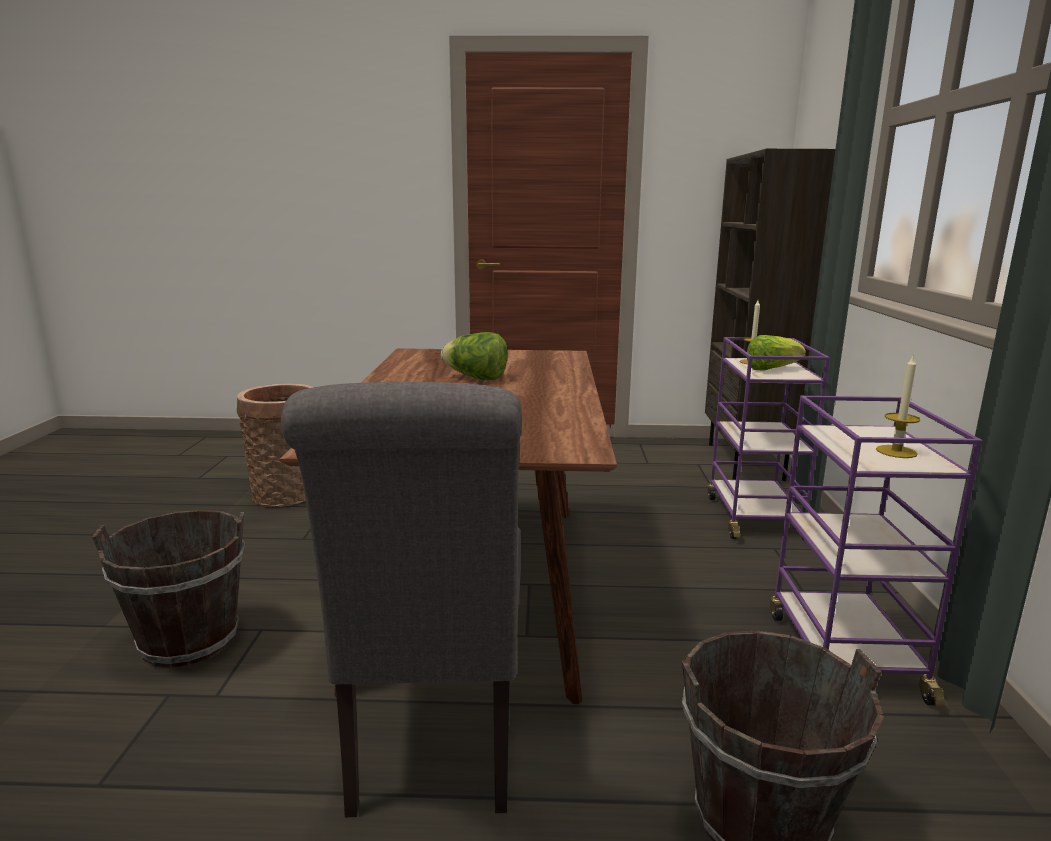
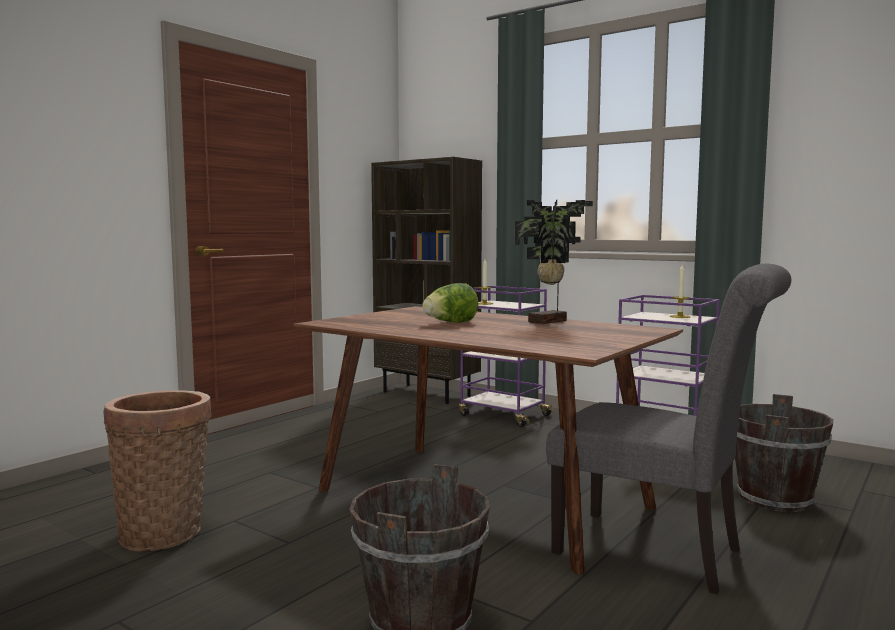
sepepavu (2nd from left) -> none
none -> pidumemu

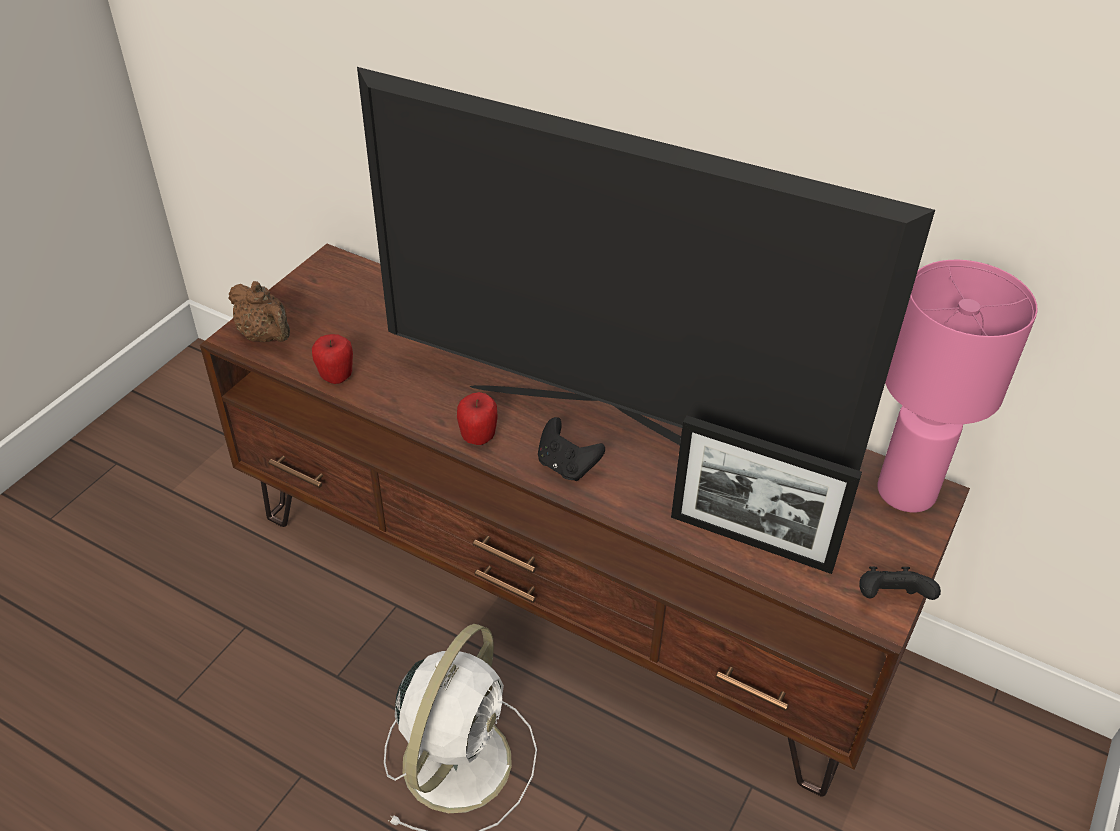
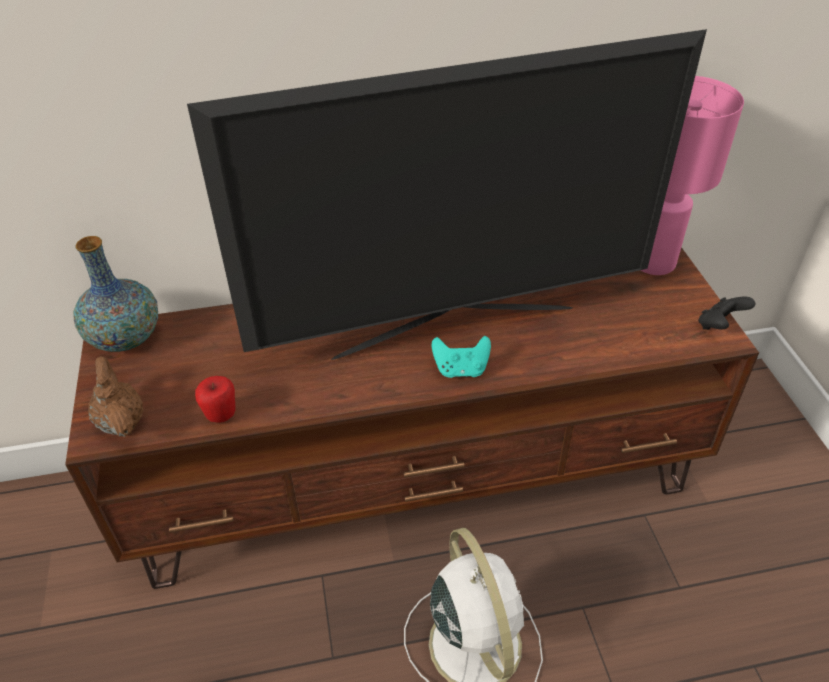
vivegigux (2nd from left) -> none
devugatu -> none
none -> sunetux
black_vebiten (1st from left) -> turquoise_vebiten
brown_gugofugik, 120 degrees counterclockwise

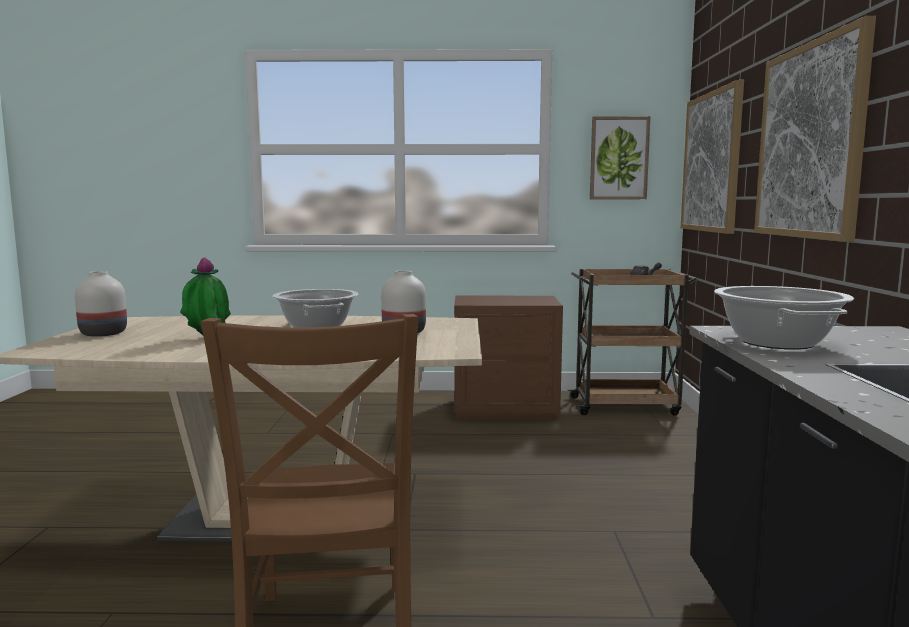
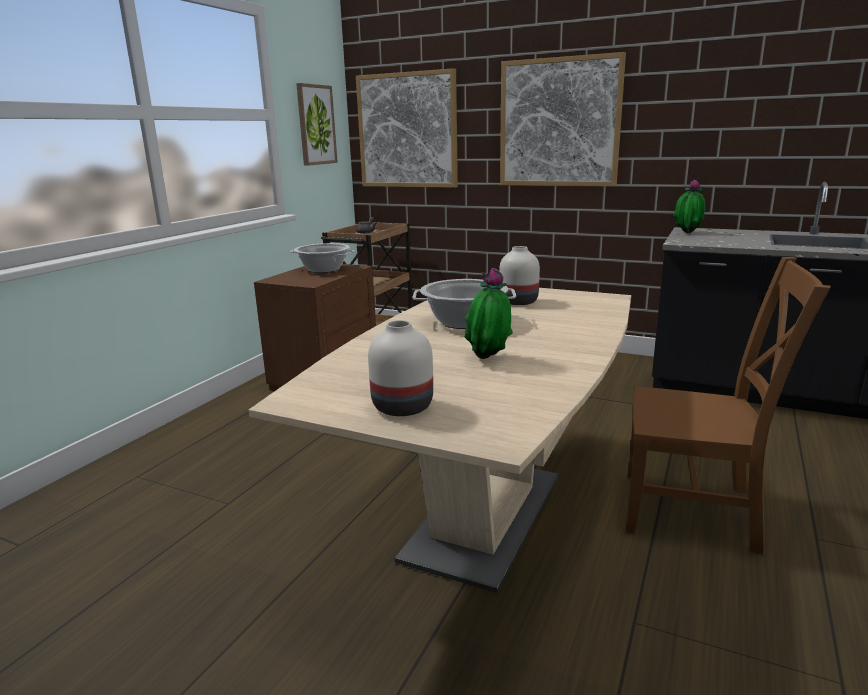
none -> pidumemu (2nd from left)
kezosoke (2nd from left in the first image) -> kezosoke (1st from left), moved

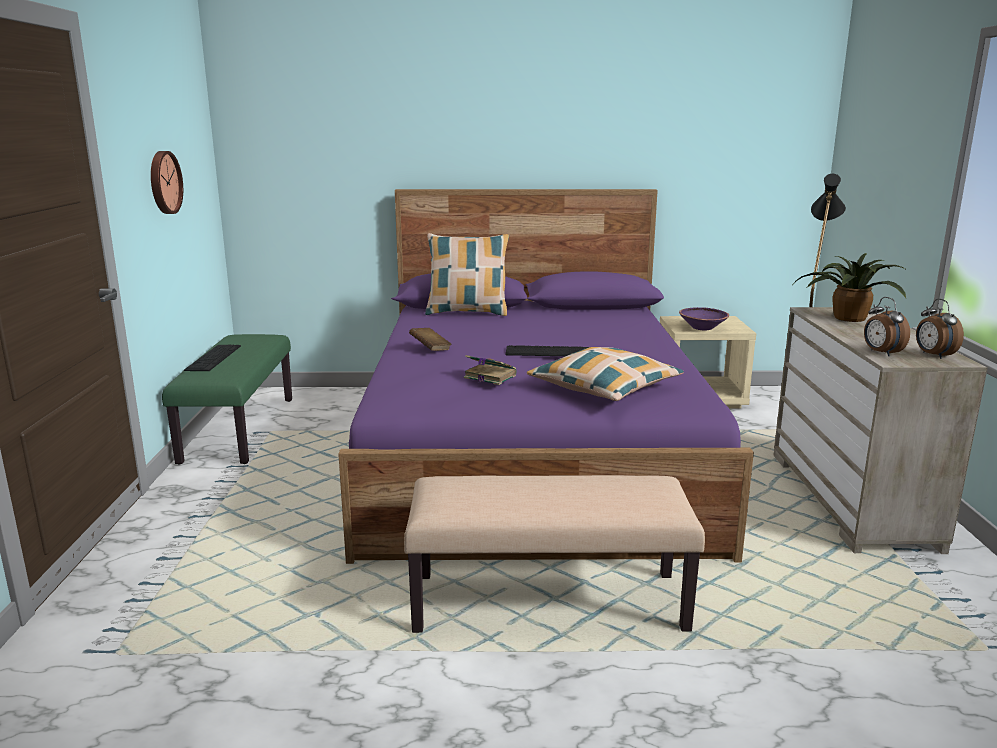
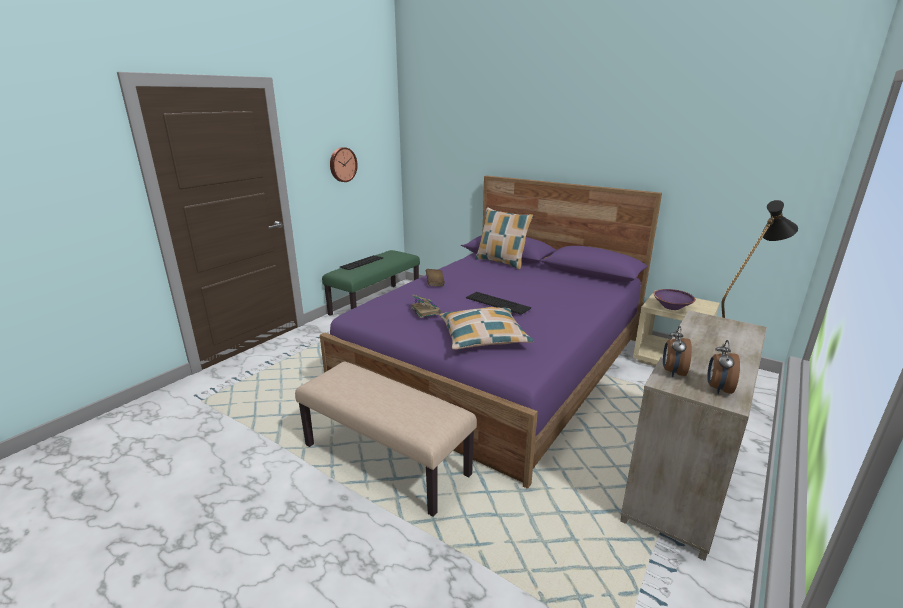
pidumemu -> none

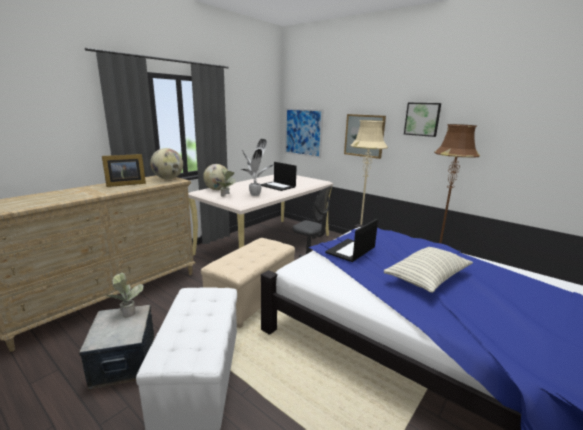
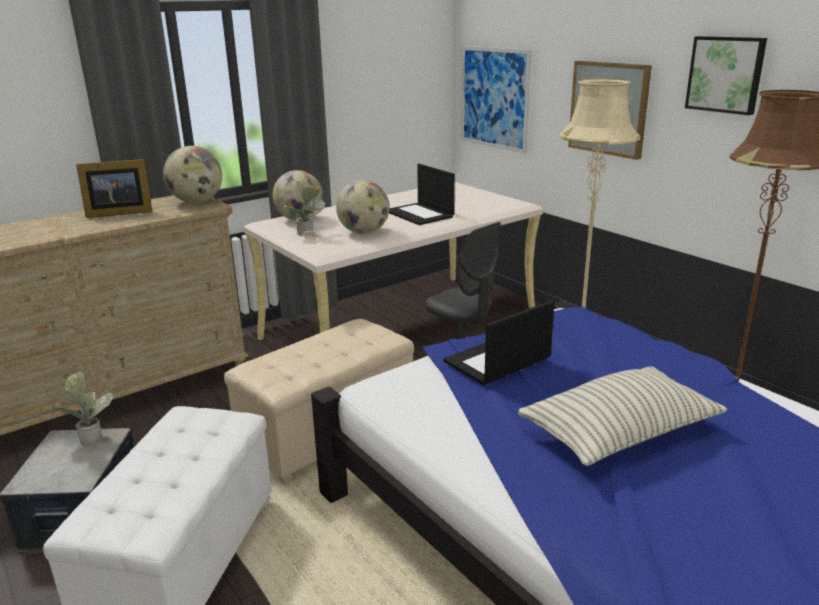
pidumemu (3rd from left) -> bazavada (3rd from left)

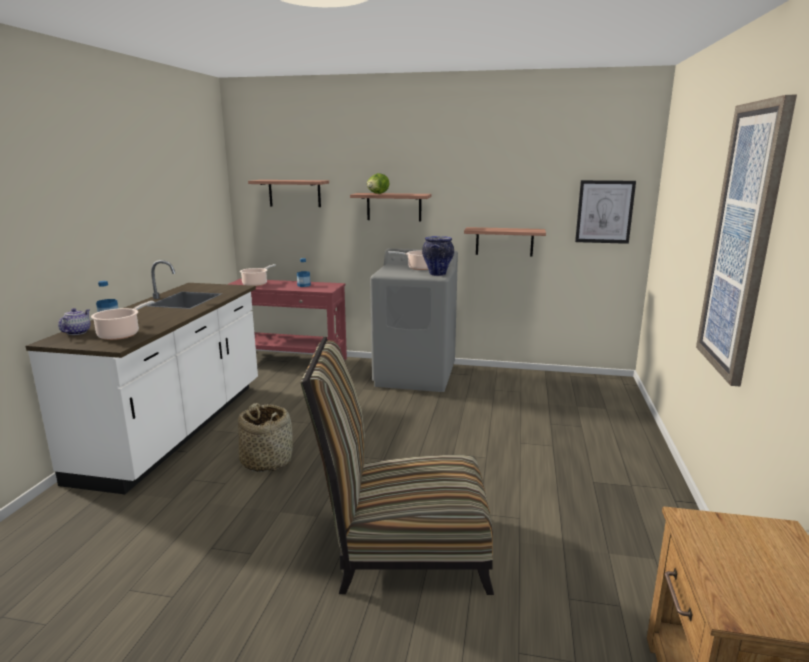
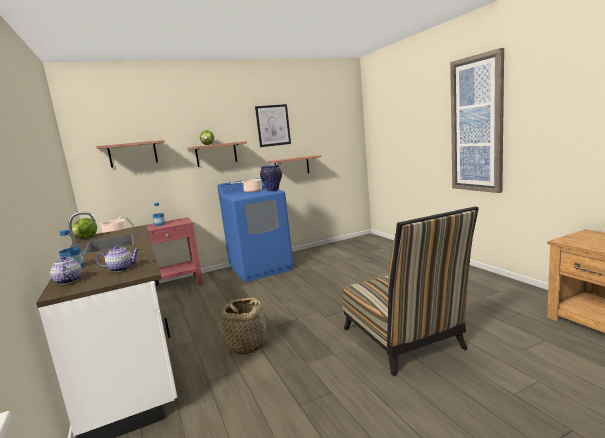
none -> sepepavu (1st from left)
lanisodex (1st from left), moved
kezosoke (1st from left) -> gugofugik (2nd from left)
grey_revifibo -> blue_revifibo
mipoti, 75 degrees counterclockwise

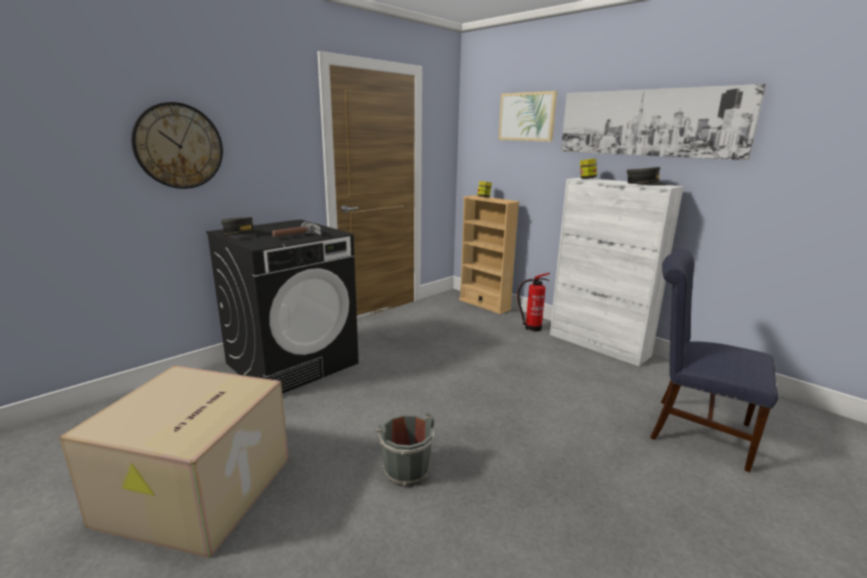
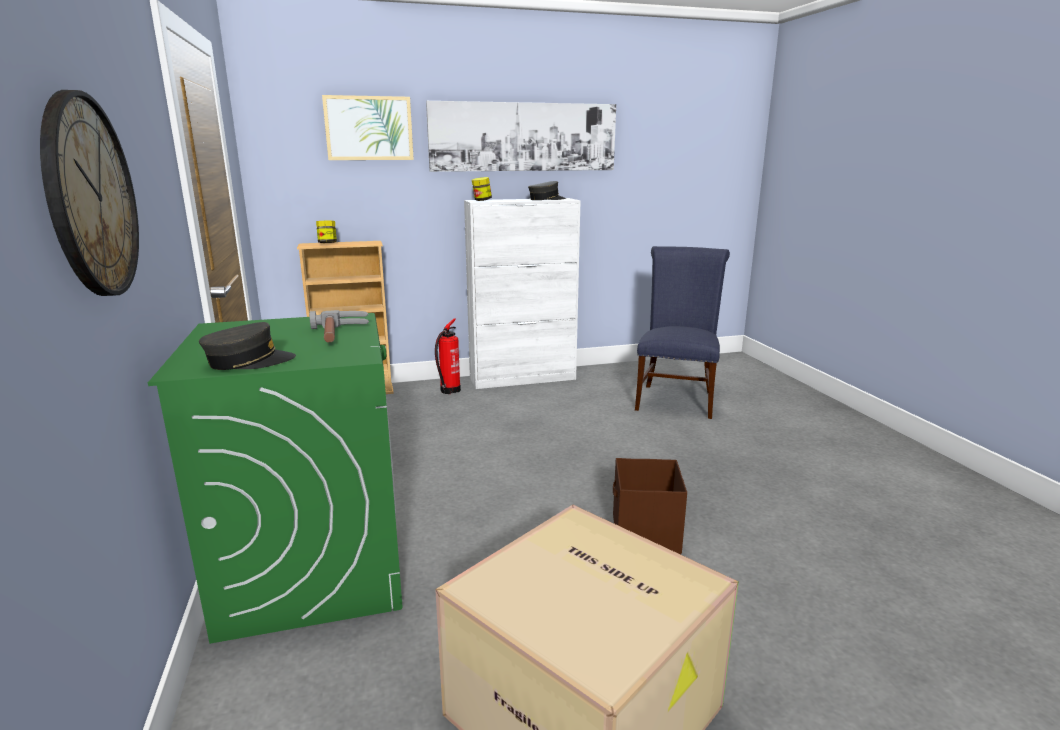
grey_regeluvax -> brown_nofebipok
black_revifibo -> green_revifibo
blue_mipoti, 135 degrees clockwise

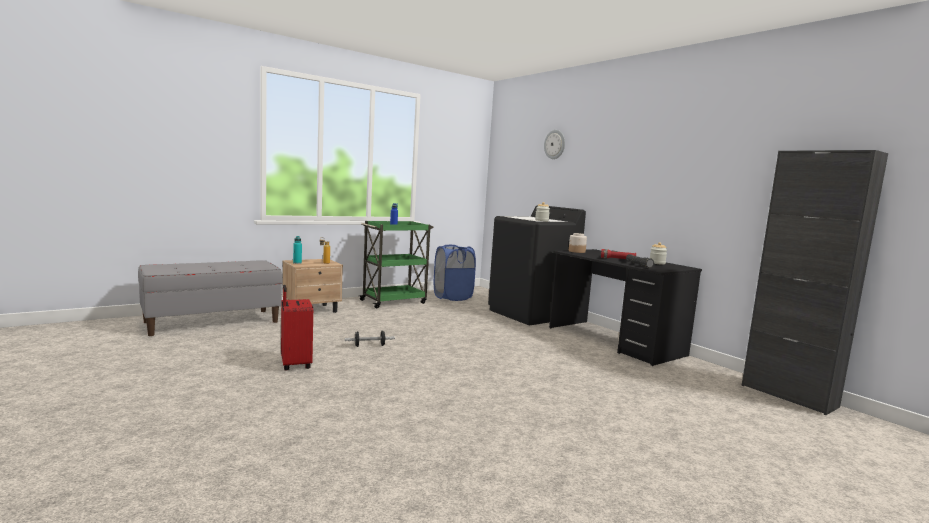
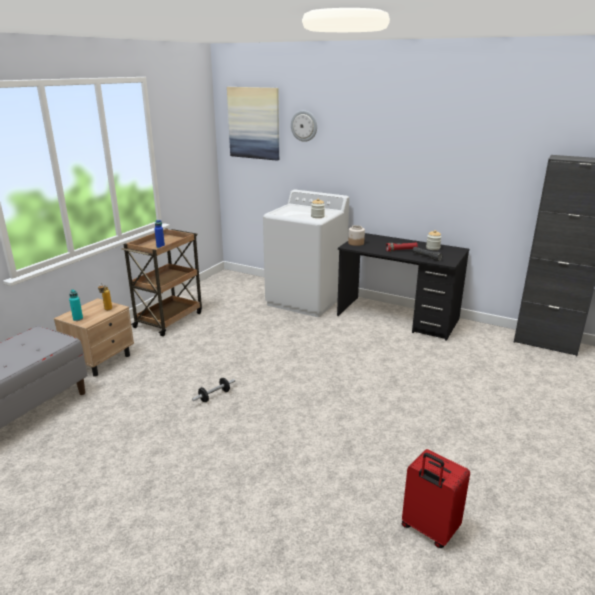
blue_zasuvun -> none
none -> lanisodex
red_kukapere, moved
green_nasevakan -> brown_nasevakan
black_revifibo -> white_revifibo

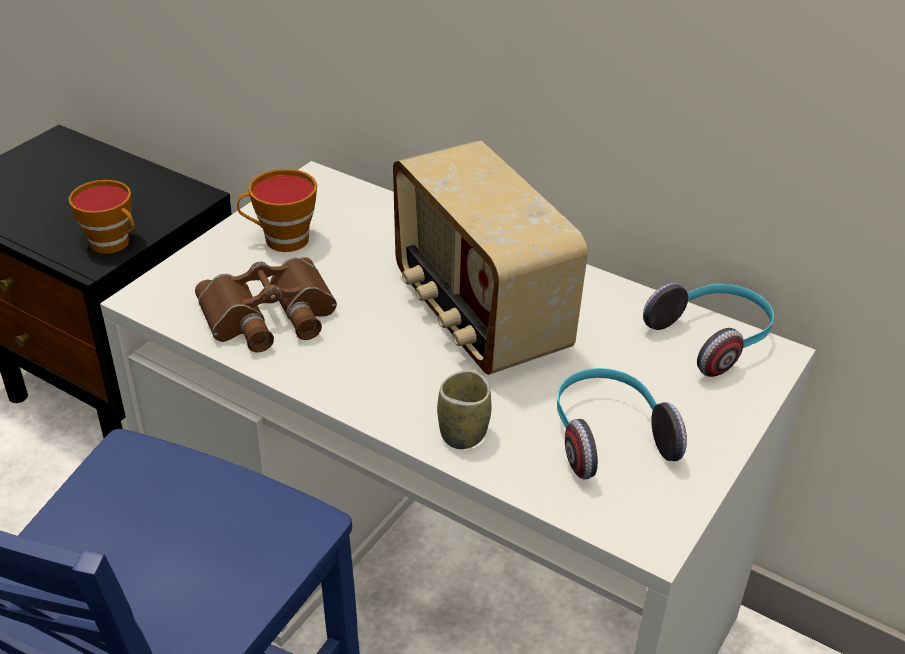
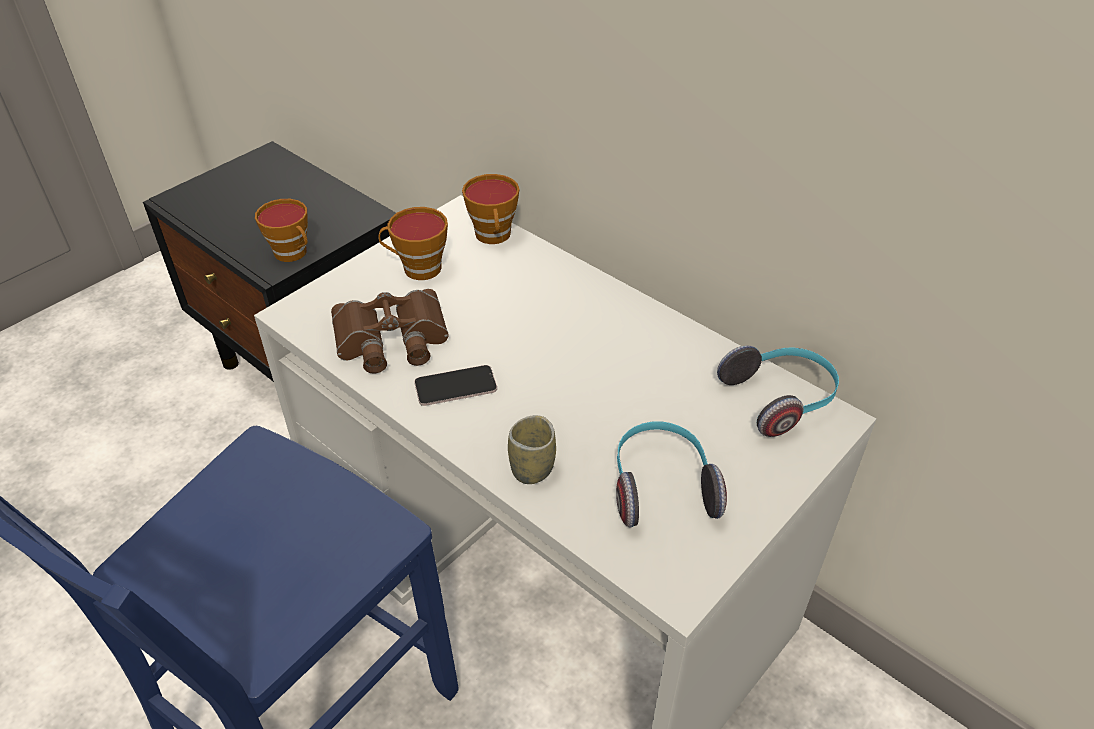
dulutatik -> none
none -> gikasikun
none -> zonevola (3rd from left)

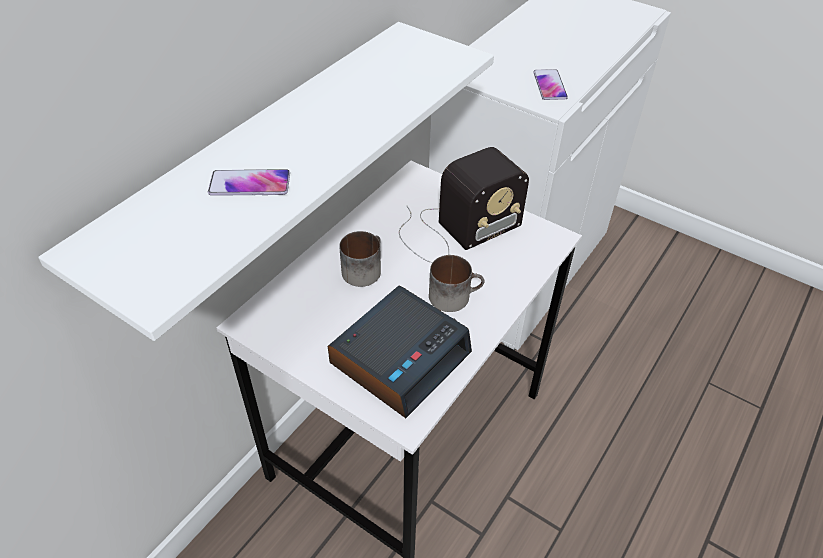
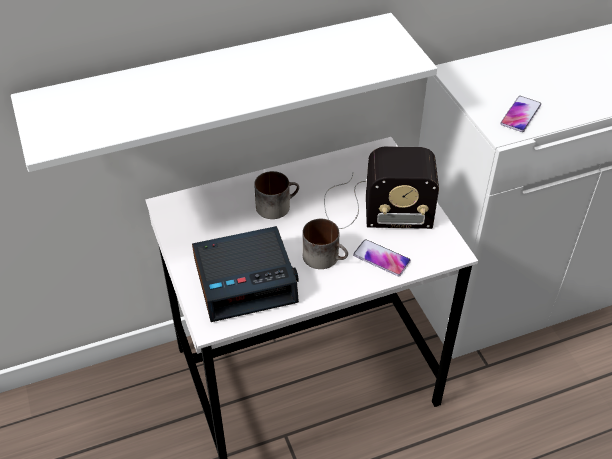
gikasikun (1st from left), moved

